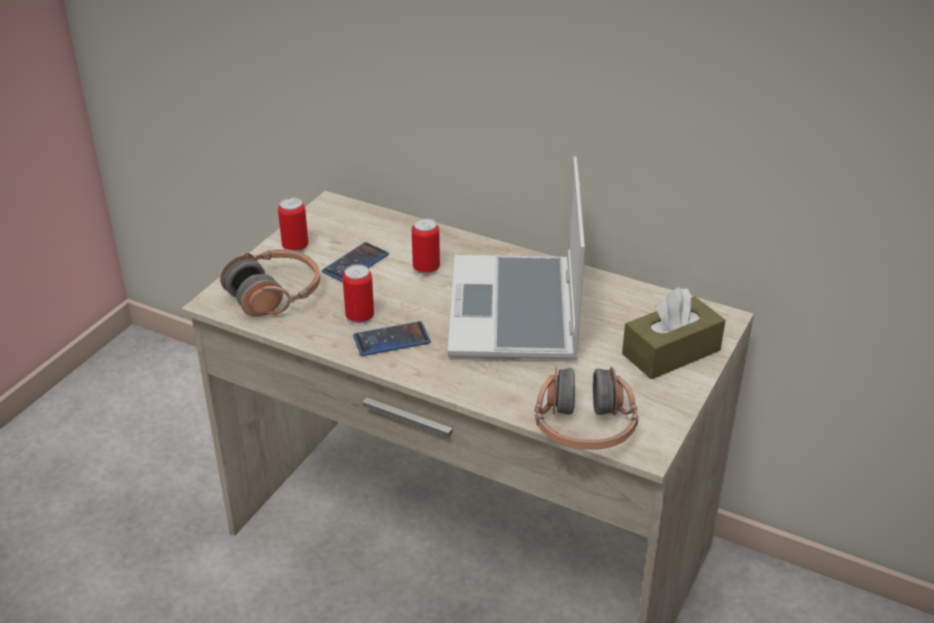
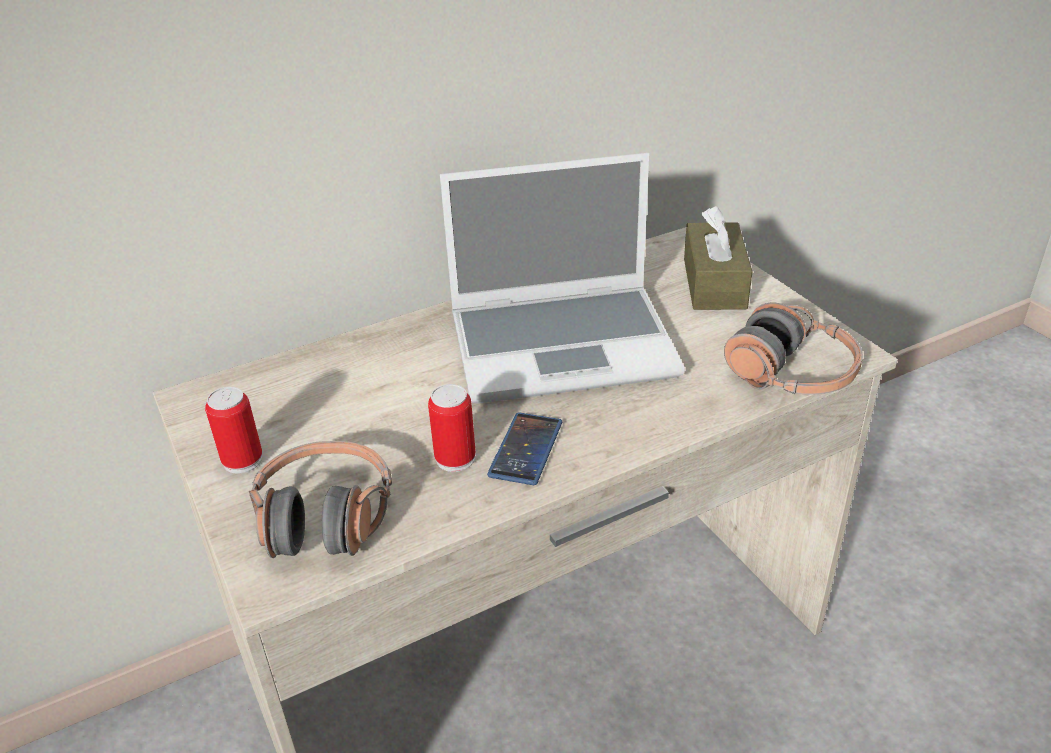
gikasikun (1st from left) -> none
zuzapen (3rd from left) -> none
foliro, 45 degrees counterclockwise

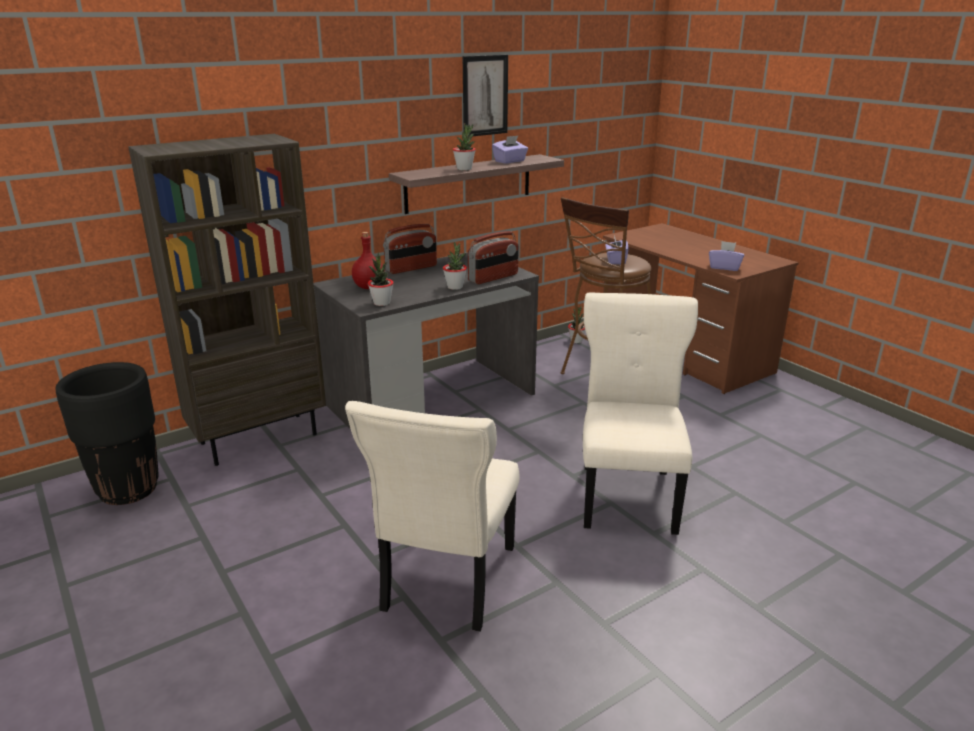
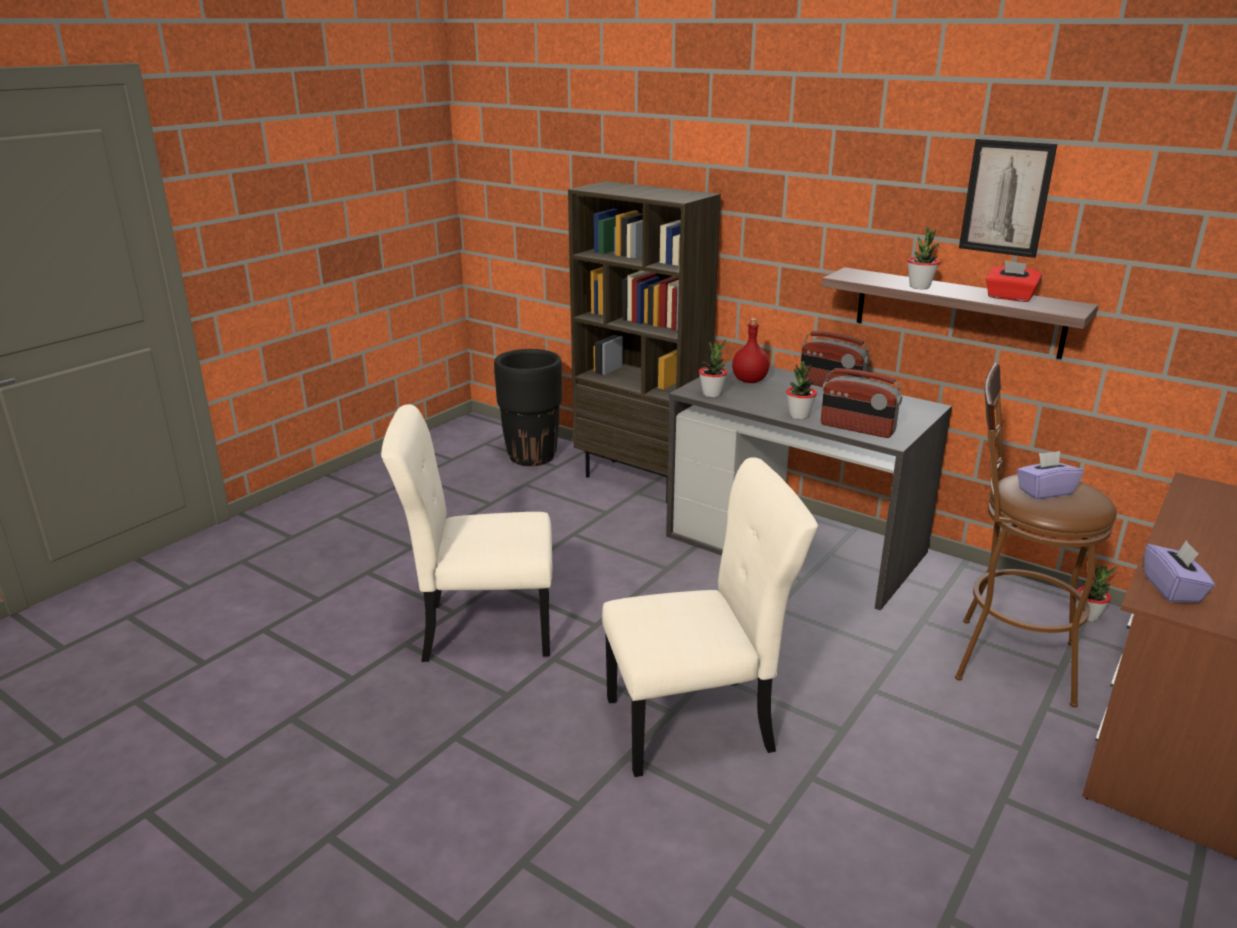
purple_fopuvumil (1st from left) -> red_fopuvumil

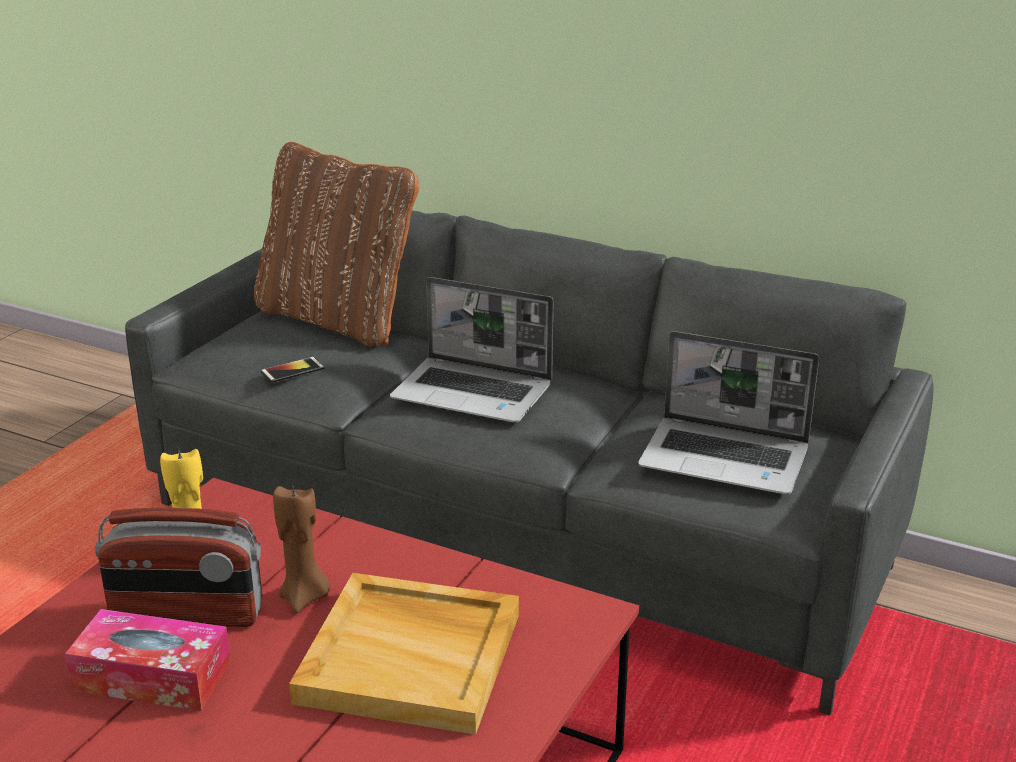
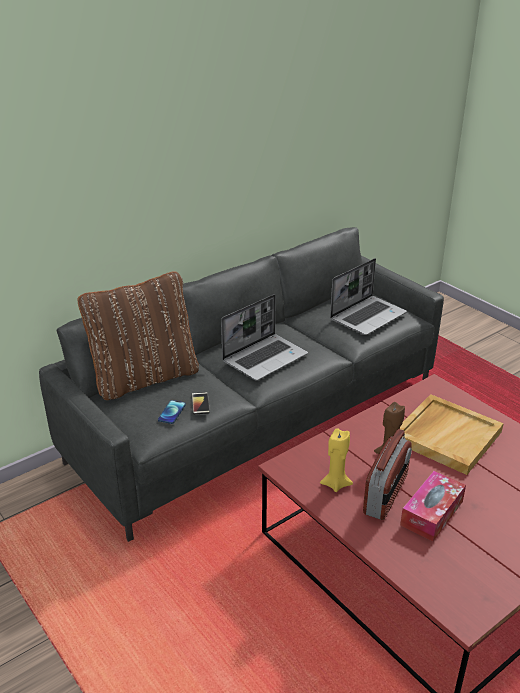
none -> gikasikun (1st from left)

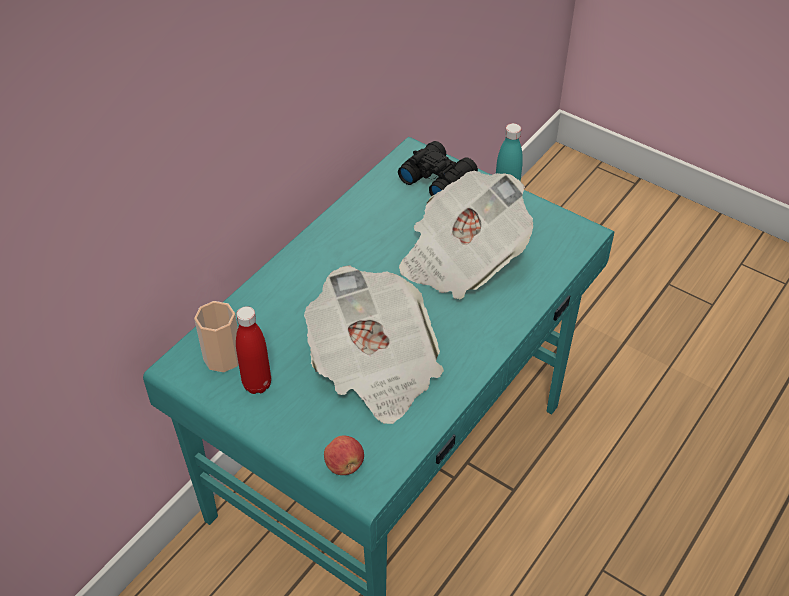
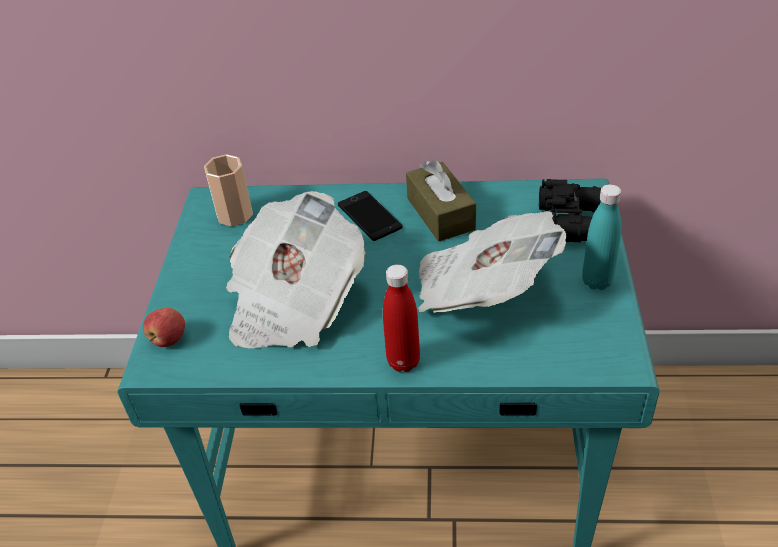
none -> gikasikun
none -> brown_fopuvumil
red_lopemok, moved

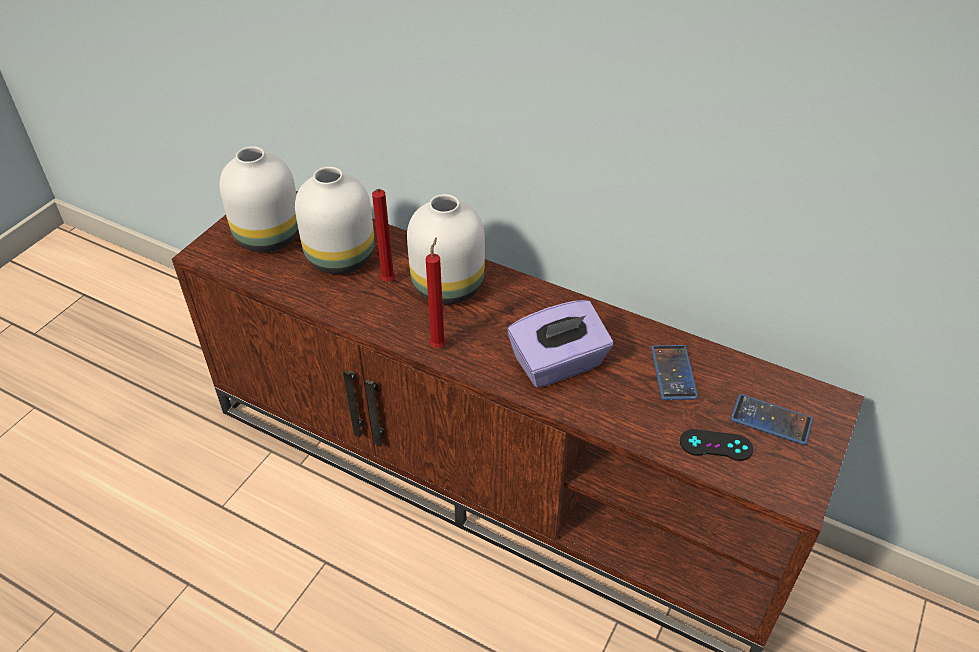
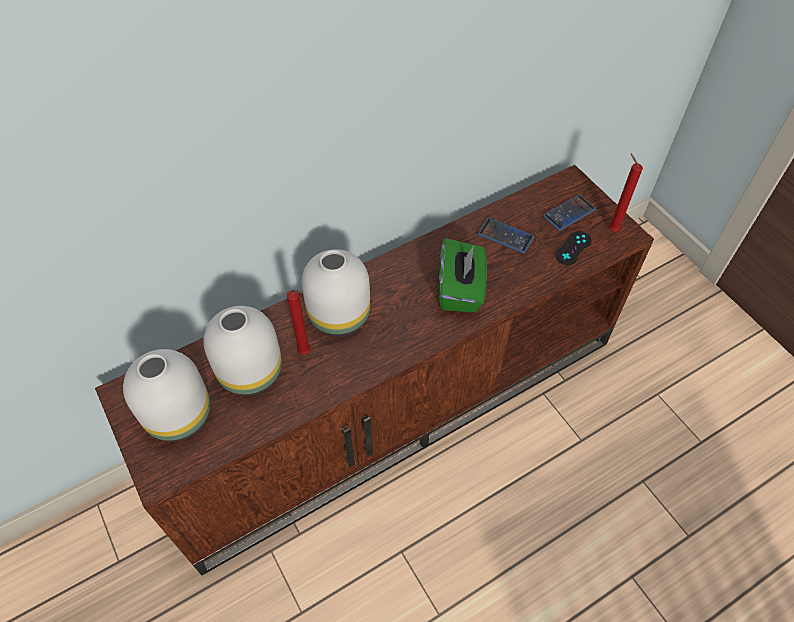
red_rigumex (2nd from left), moved
purple_fopuvumil -> green_fopuvumil

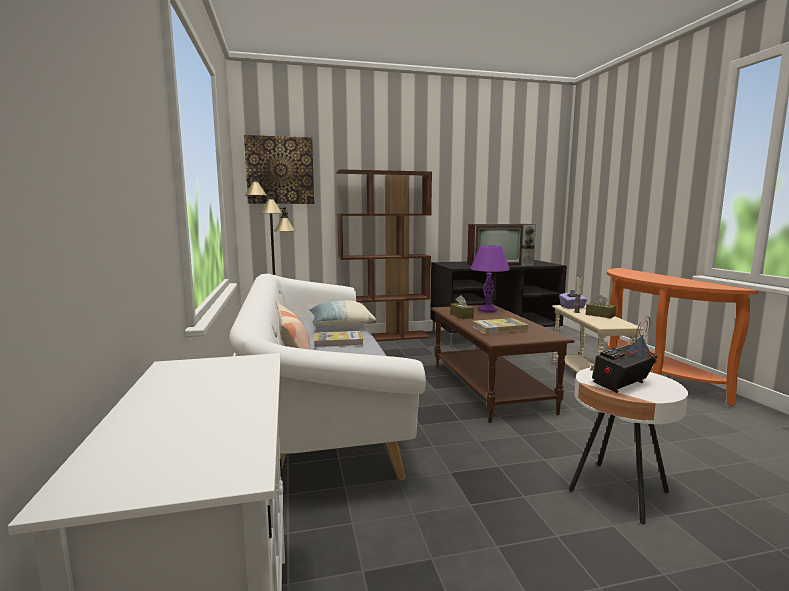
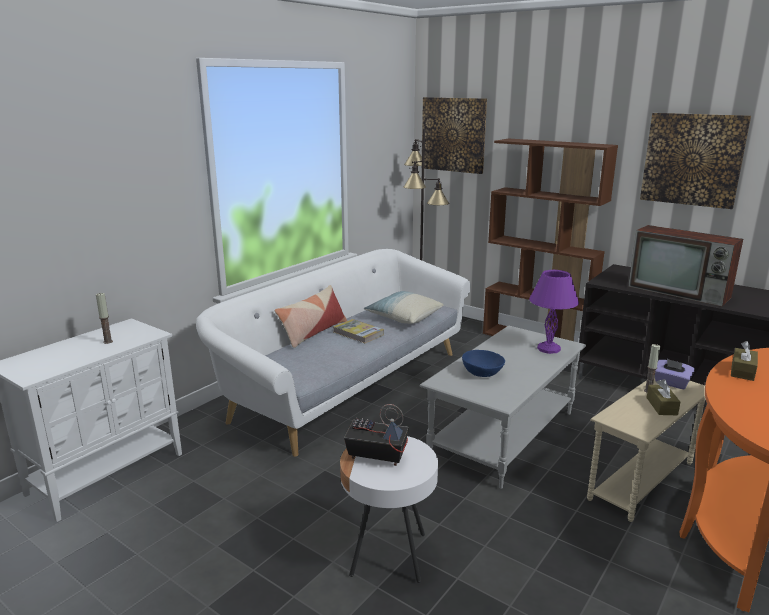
none -> rigumex (1st from left)
none -> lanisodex (2nd from left)
brown_fopuvumil (1st from left in the first image) -> brown_fopuvumil (2nd from left), moved
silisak (2nd from left) -> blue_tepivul
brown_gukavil -> grey_gukavil

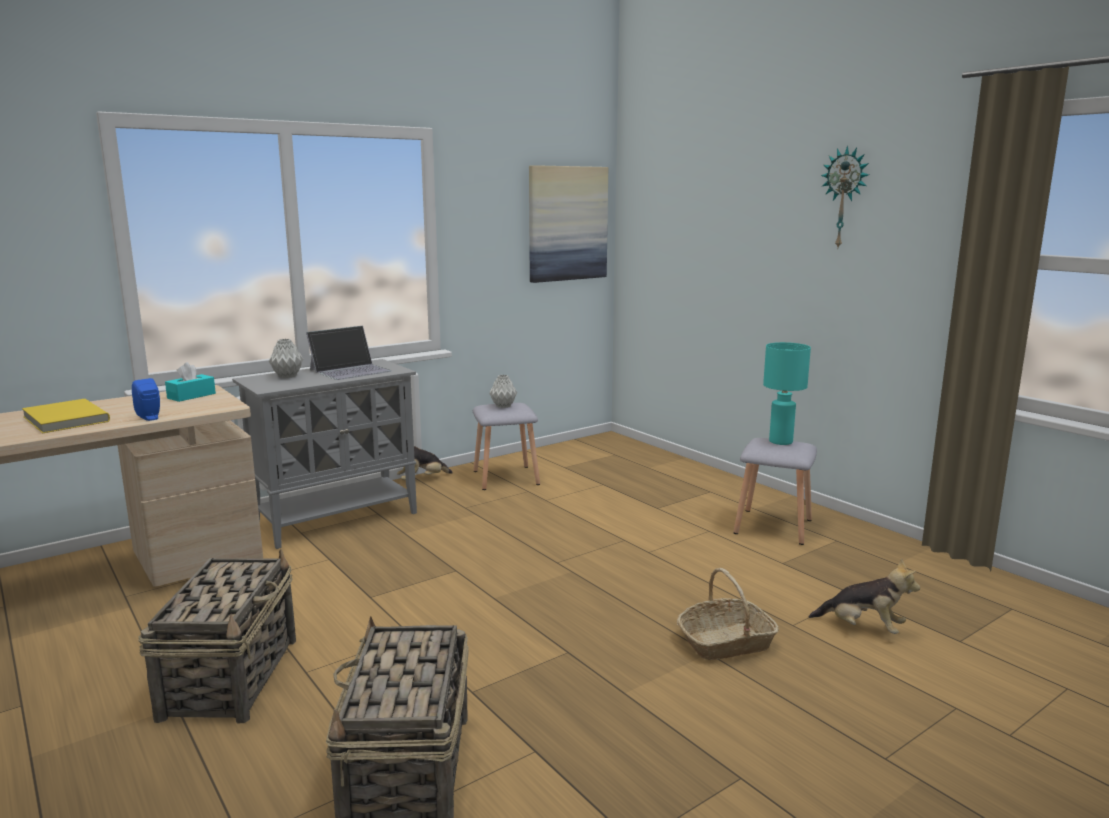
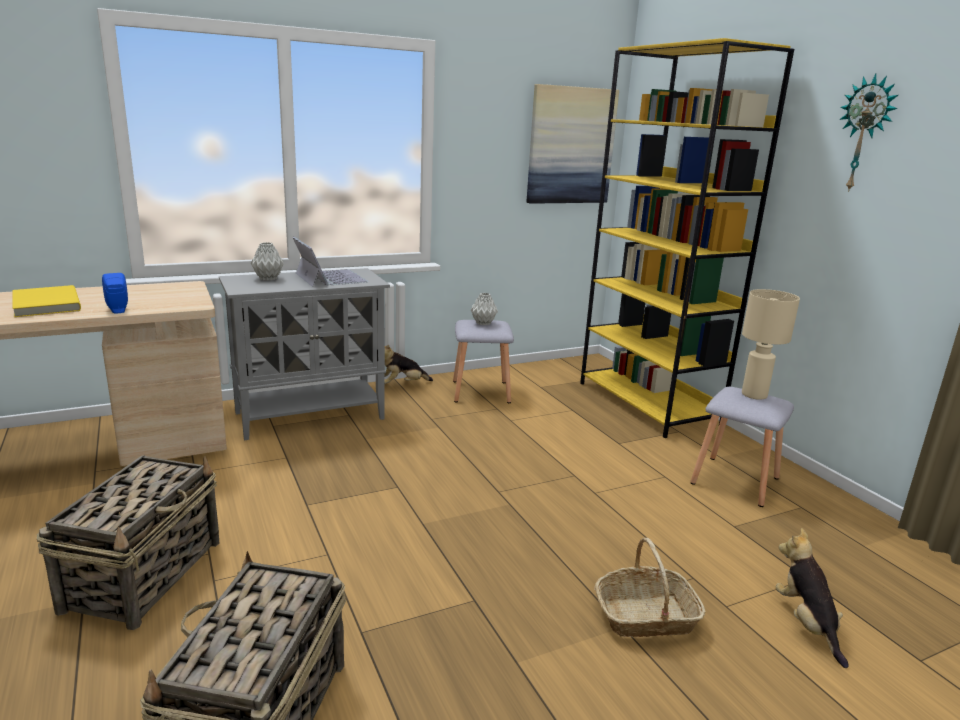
turquoise_fopuvumil -> none
none -> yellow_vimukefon
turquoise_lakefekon -> beige_lakefekon
foliro, 90 degrees counterclockwise
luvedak (2nd from left), 135 degrees counterclockwise

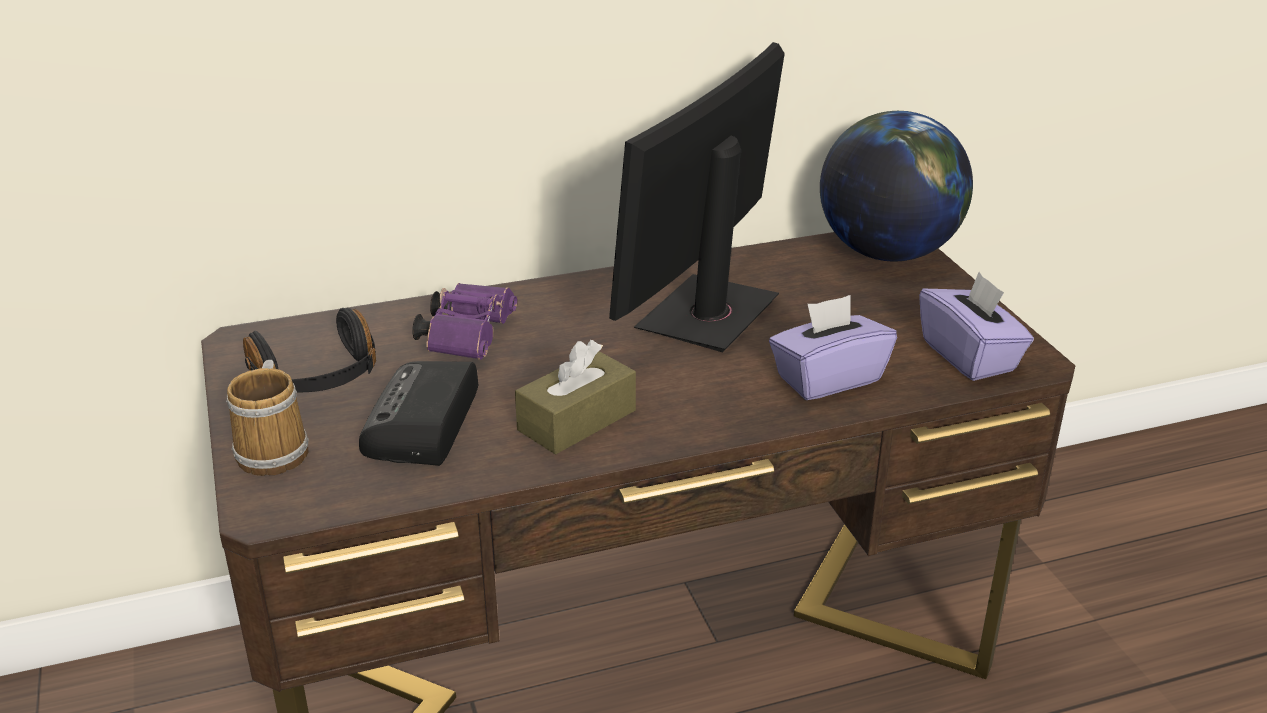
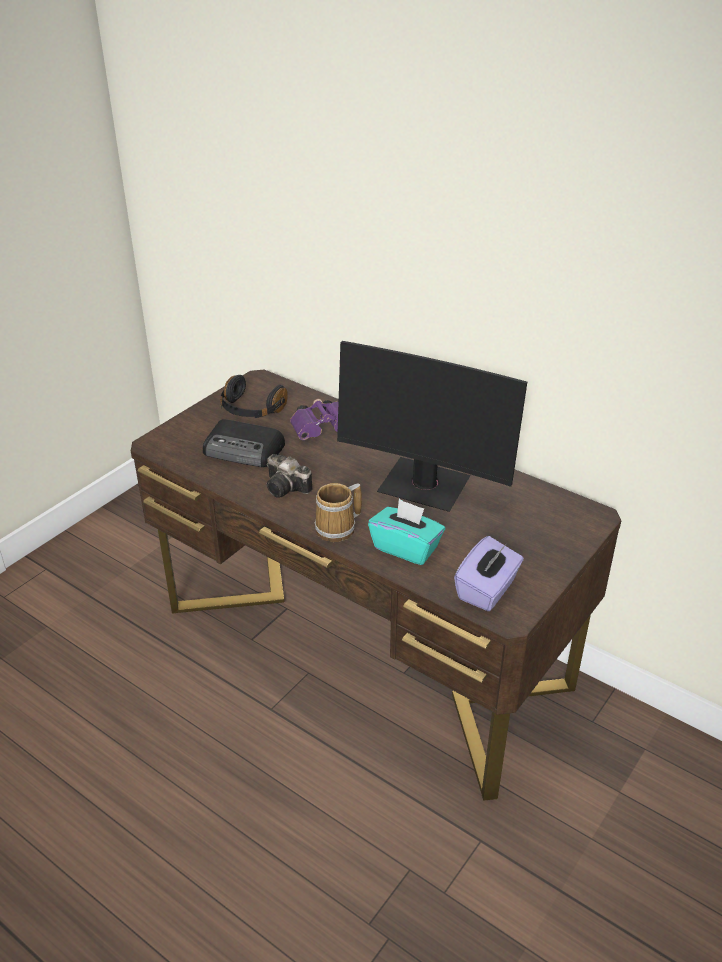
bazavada -> none
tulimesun, moved
brown_fopuvumil -> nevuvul
purple_fopuvumil (1st from left) -> turquoise_fopuvumil
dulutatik, 135 degrees counterclockwise
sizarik, 150 degrees counterclockwise

